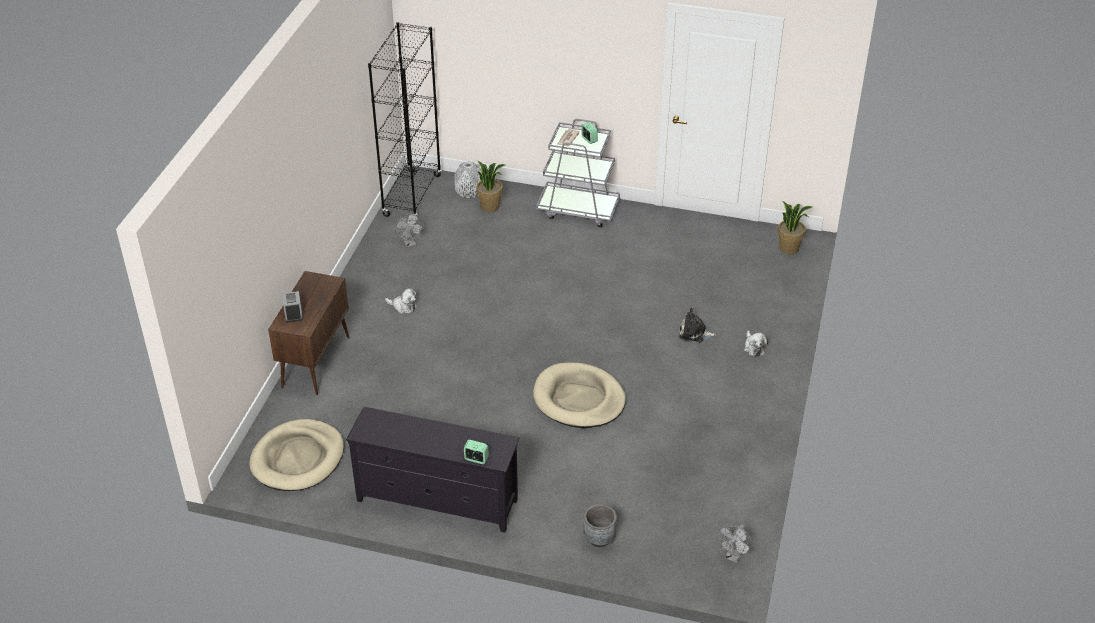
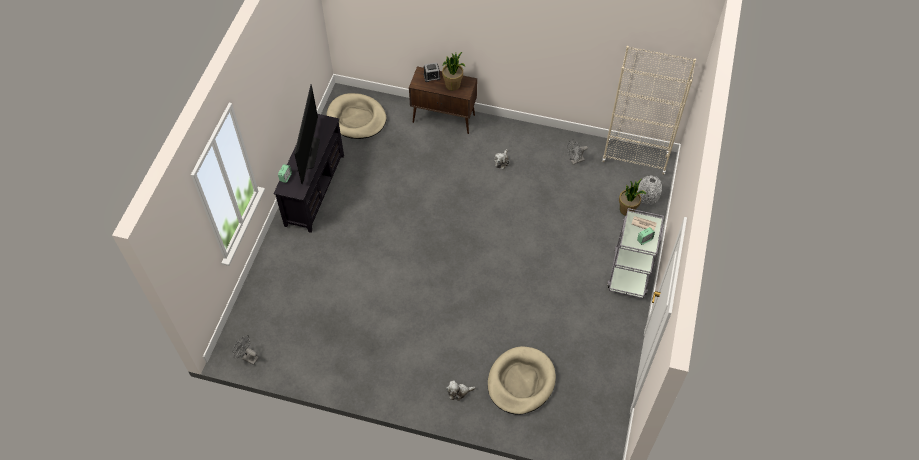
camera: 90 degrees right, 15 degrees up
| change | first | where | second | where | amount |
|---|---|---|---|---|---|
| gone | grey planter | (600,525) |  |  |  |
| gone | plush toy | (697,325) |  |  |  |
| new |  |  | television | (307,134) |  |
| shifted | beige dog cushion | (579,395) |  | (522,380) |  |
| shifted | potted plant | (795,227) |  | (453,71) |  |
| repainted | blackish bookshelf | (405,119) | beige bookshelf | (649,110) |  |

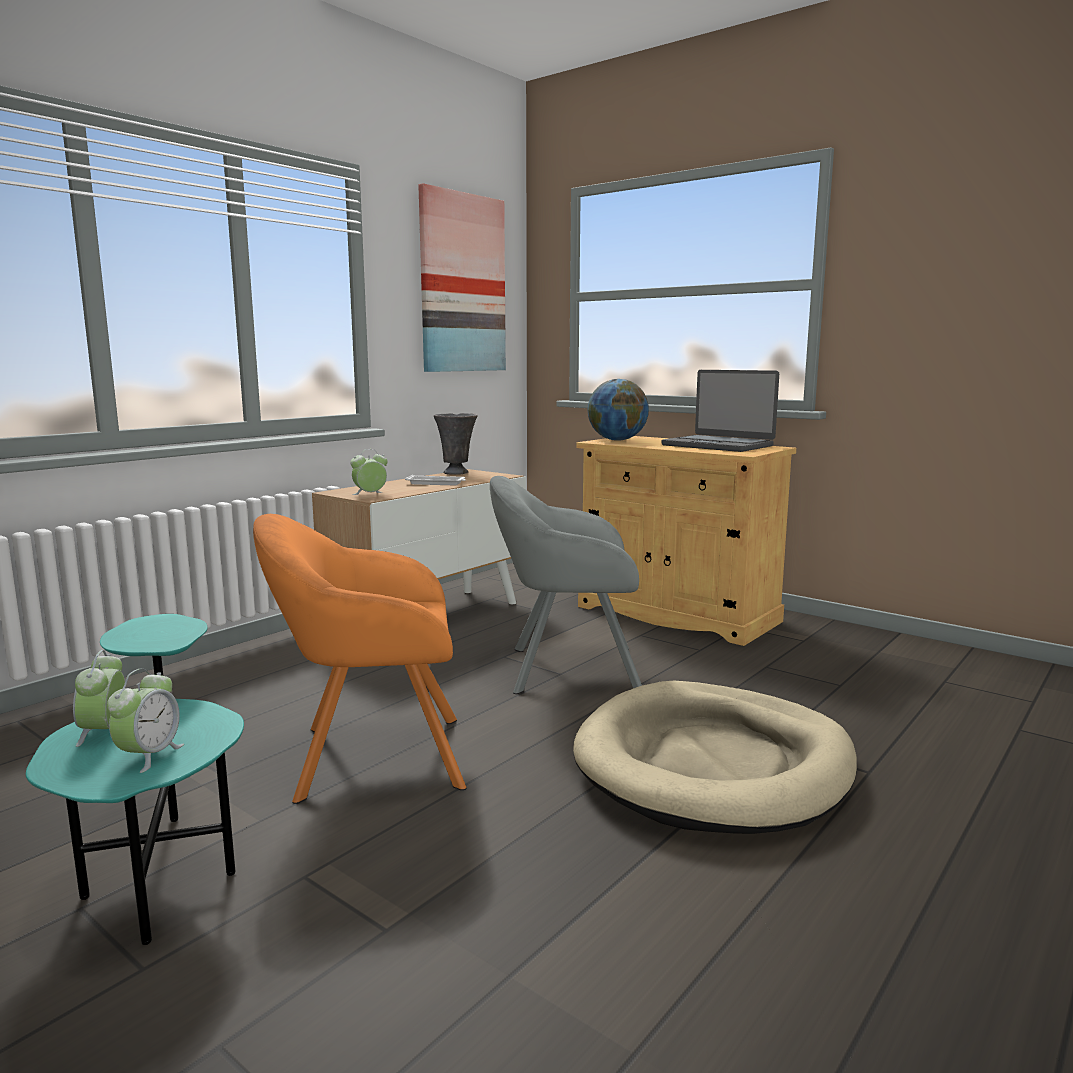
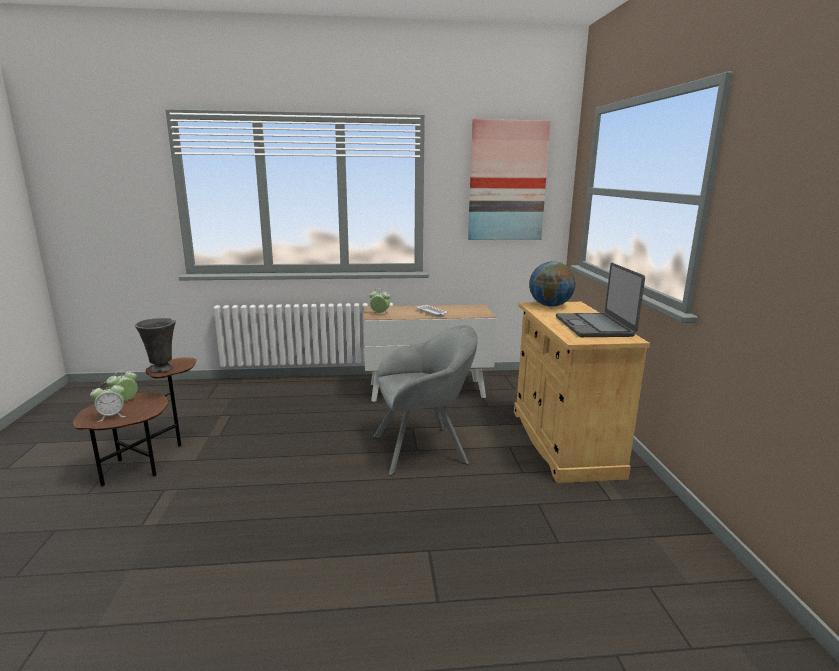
camera: 45 degrees right, 5 degrees up
| change | first | where | second | where | amount |
|---|---|---|---|---|---|
| gone | orangey easy chair | (360,659) |  |  |  |
| gone | beige dog cushion | (715,757) |  |  |  |
| shifted | grey flower vase | (456,444) |  | (155,345) |  |
| repainted | turquoise accent table | (134,779) | brown accent table | (134,421) |  |
| rotated | grey easy chair | (566,585) |  | (425,400) | 120 degrees clockwise |

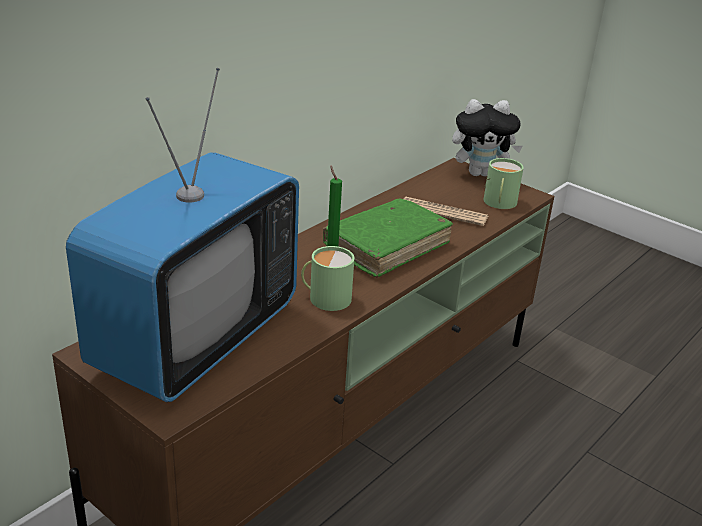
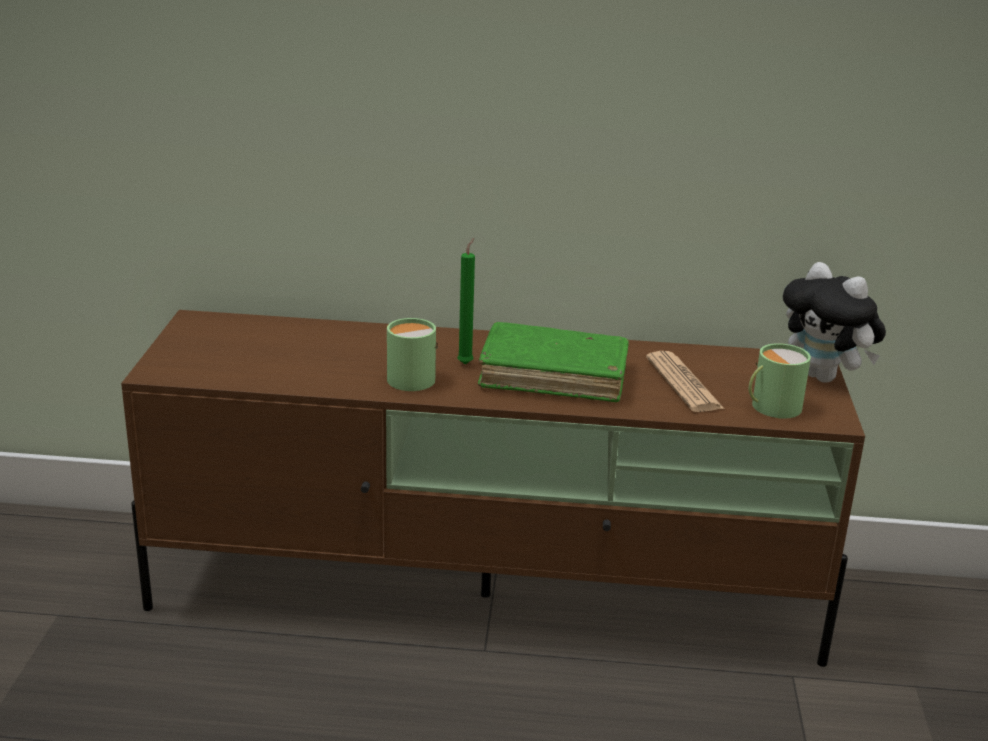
camera: 55 degrees right, 5 degrees down
| change | first | where | second | where | amount |
|---|---|---|---|---|---|
| gone | television | (182,235) |  |  |  |

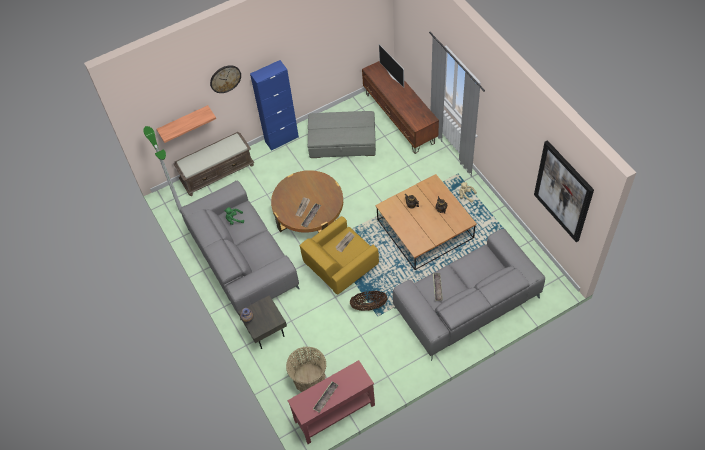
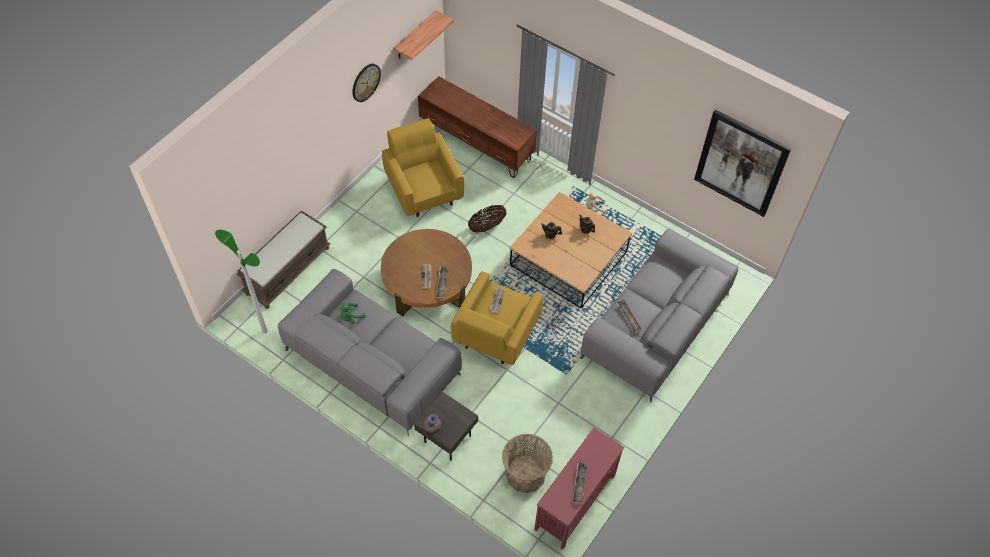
camera: 30 degrees left, 0 degrees up
| change | first | where | second | where | amount |
|---|---|---|---|---|---|
| gone | blue cabinet | (274,105) |  |  |  |
| gone | television | (391,66) |  |  |  |
| shifted | shelf | (186,124) |  | (423,35) |  |
| shifted | clock on the wall | (225,79) |  | (366,83) |  |
| shifted | basket | (368,301) |  | (487,218) |  |
| swapped | grey pouffe | (341,134) | yellow-coloured easy chair | (423,167) |  |

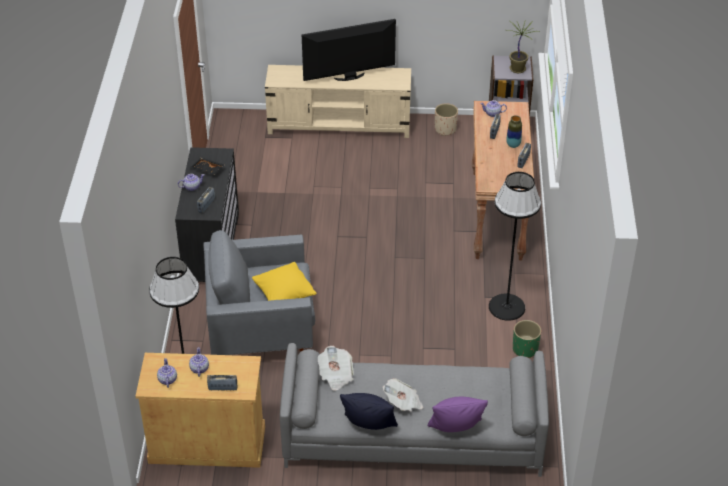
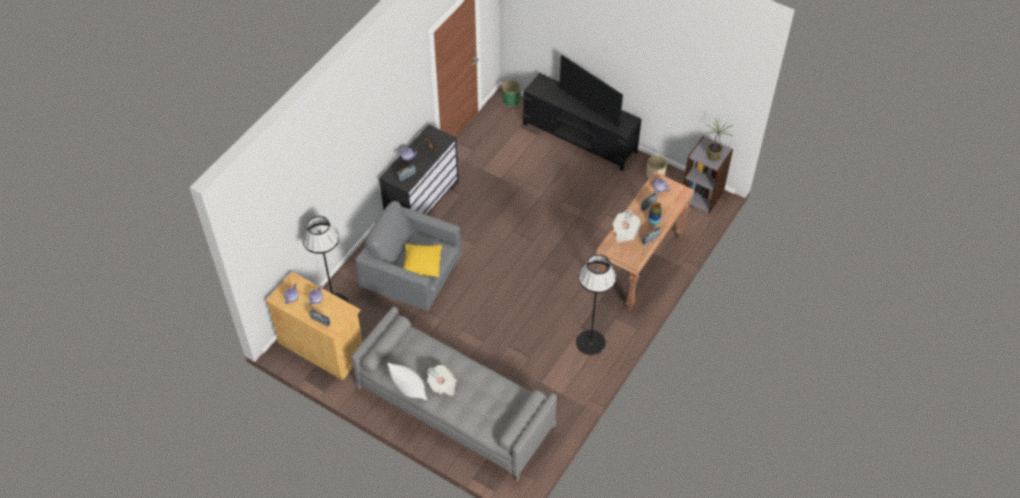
camera: 30 degrees right, 10 degrees up
| change | first | where | second | where | amount |
|---|---|---|---|---|---|
| gone | purple cushion | (458,414) |  |  |  |
| shifted | daily paper | (336,368) |  | (626,226) |  |
| shifted | green-coloured planter | (527,339) |  | (511,94) |  |
| repainted | beige tv stand | (338,101) | blackish tv stand | (582,122) |  |
| repainted | blackish cushion | (369,411) | white-coloured cushion | (407,381) |  |
| rotated | television | (349,50) |  | (591,91) | 150 degrees counterclockwise |

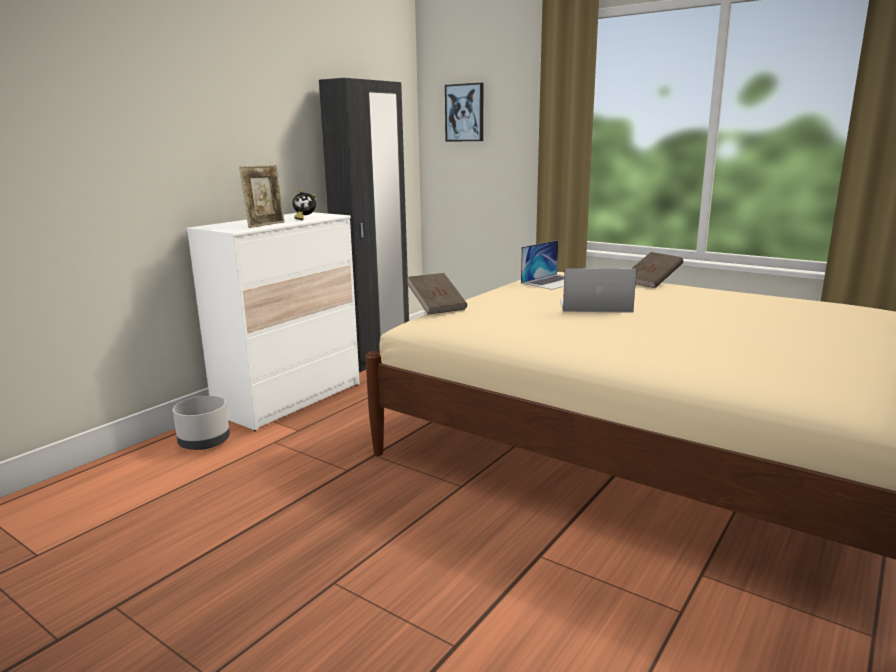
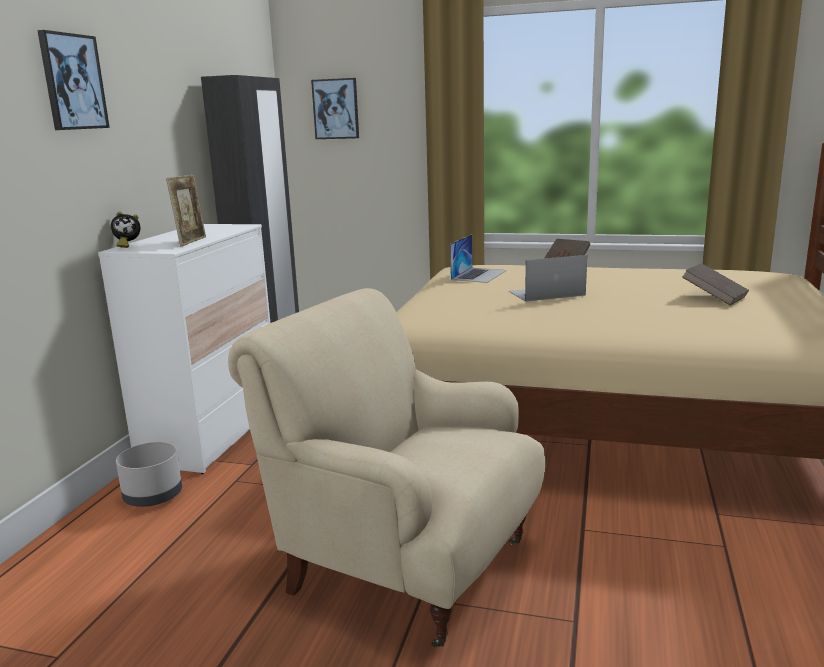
camera: 20 degrees left, 0 degrees up
| change | first | where | second | where | amount |
|---|---|---|---|---|---|
| new |  |  | picture | (73,80) |  |
| new |  |  | beige easy chair | (386,468) |  |
| shifted | alarm clock | (304,205) |  | (126,230) |  |
| shifted | brown volume | (437,294) |  | (715,284) |  |

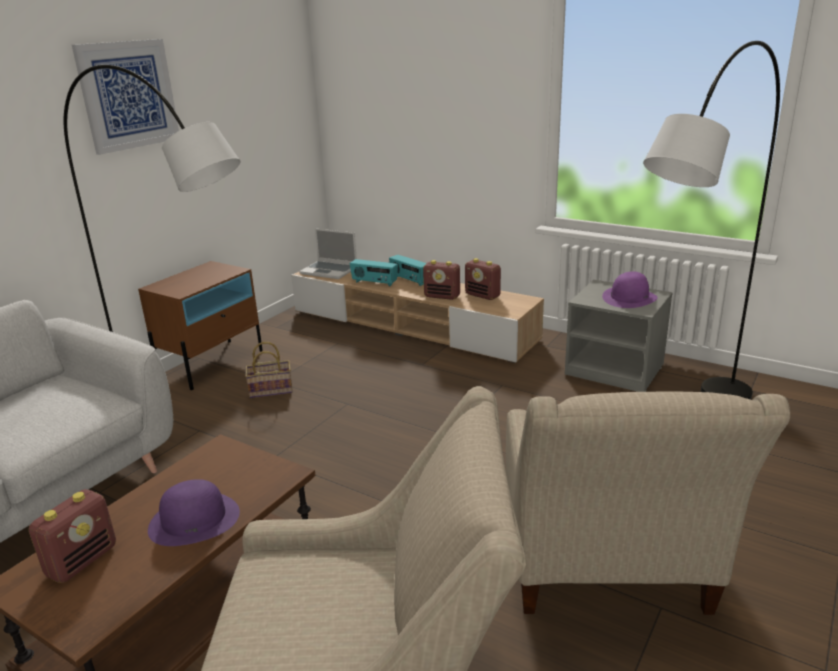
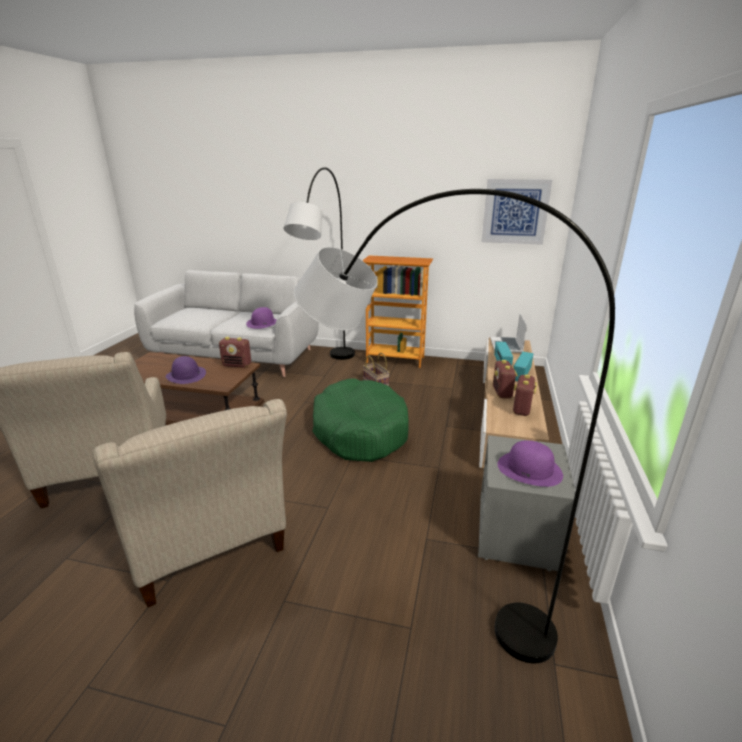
camera: 70 degrees right, 0 degrees up
| change | first | where | second | where | amount |
|---|---|---|---|---|---|
| new |  |  | purple clothing hat | (261,318) |  |
| new |  |  | green-coloured dog cushion | (360,420) |  |
| shifted | radio set | (72,536) |  | (235,352) |  |
| shifted | picture | (125,97) |  | (517,212) |  |
| swapped | brown bedside table | (200,325) | bookshelf | (397,311) |  |
| rotated | beige easy chair | (648,503) |  | (190,503) | 105 degrees counterclockwise |

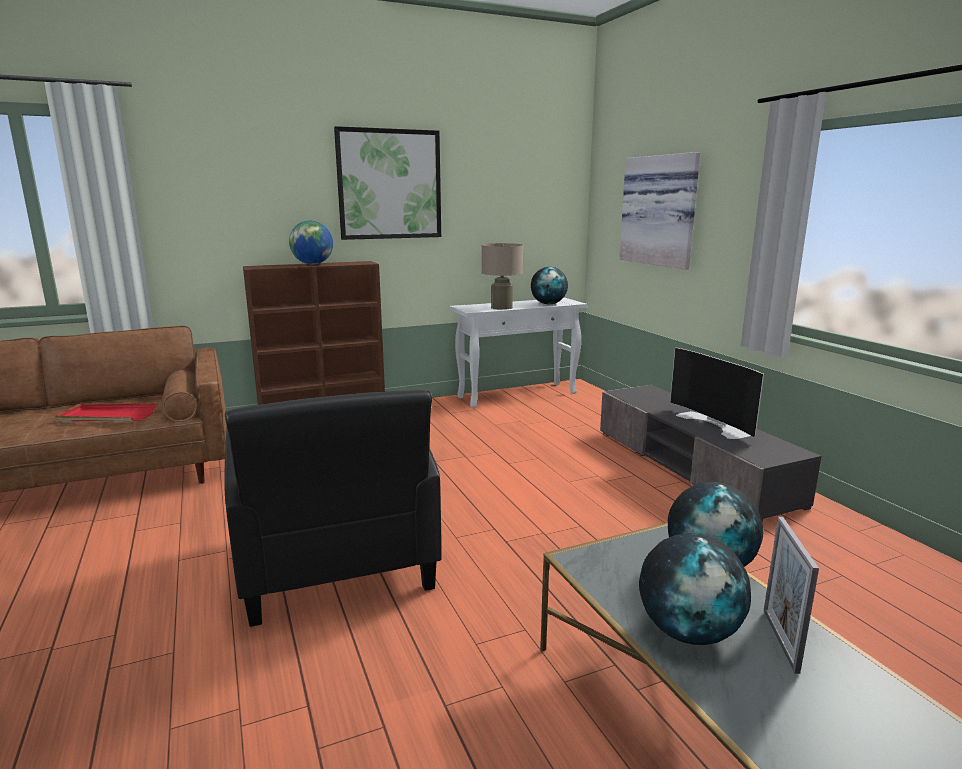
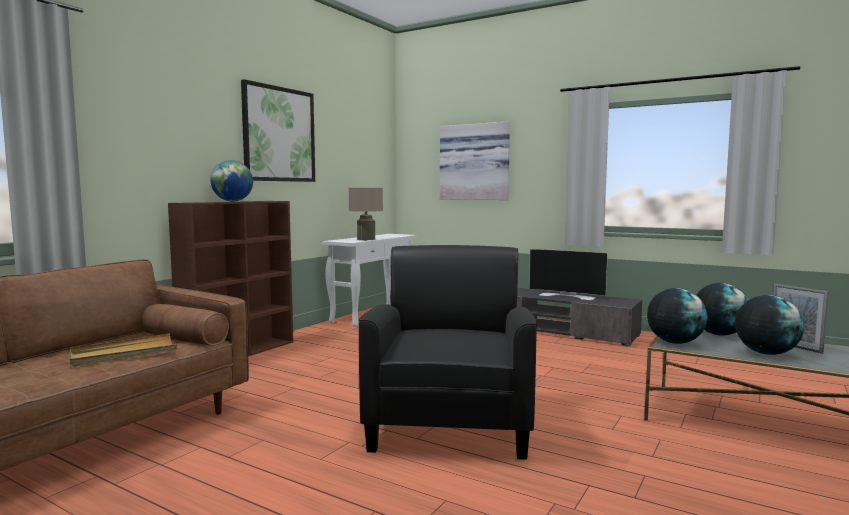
camera: 35 degrees left, 10 degrees down
| change | first | where | second | where | amount |
|---|---|---|---|---|---|
| shifted | desk globe | (549,285) |  | (677,316) |  |
| repainted | reddish tray | (106,413) | beige tray | (123,350) |  |
| rotated | blackish easy chair | (333,508) |  | (447,352) | 120 degrees counterclockwise |

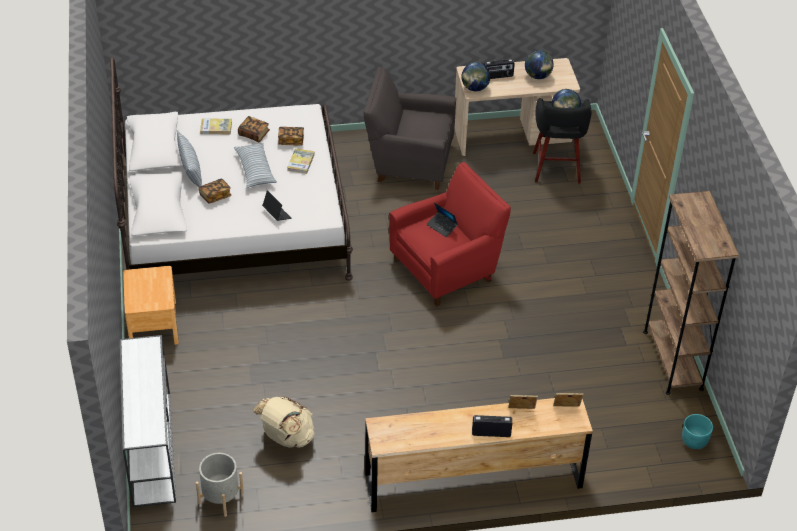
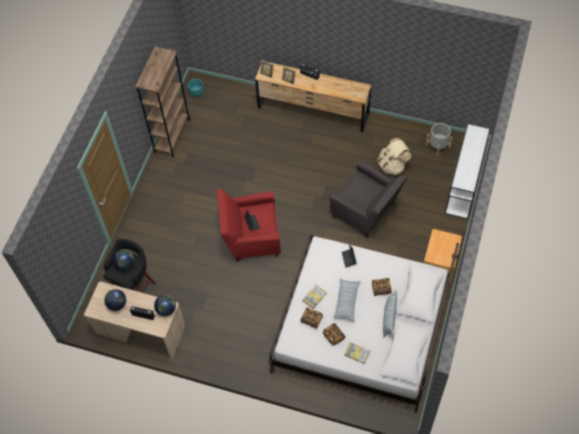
camera: 150 degrees left, 15 degrees up
| change | first | where | second | where | amount |
|---|---|---|---|---|---|
| shifted | grey easy chair | (409,128) |  | (368,199) |  |

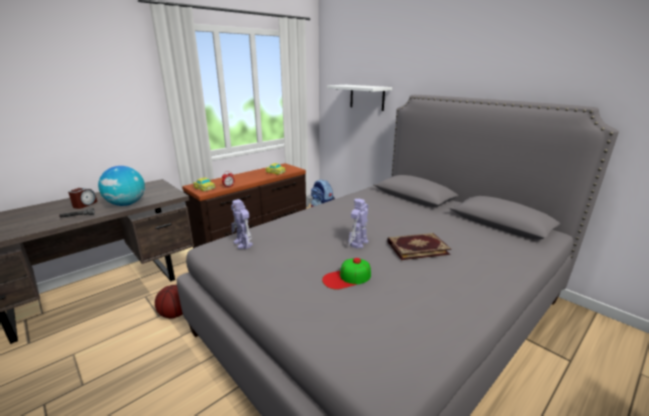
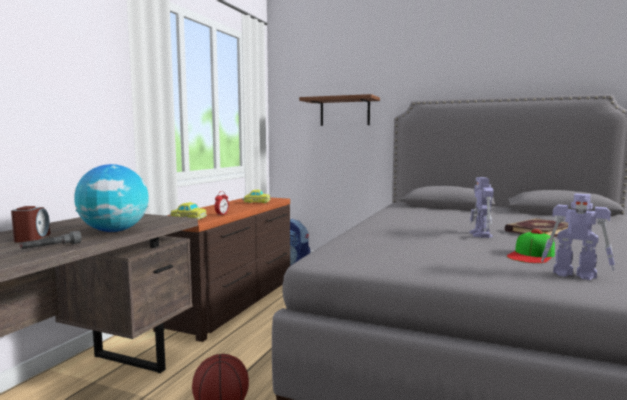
camera: 25 degrees left, 15 degrees down
| change | first | where | second | where | amount |
|---|---|---|---|---|---|
| shifted | robot figure | (242,224) |  | (578,237) |  |
| repainted | white-coloured shelf | (359,98) | brown shelf | (339,110) |  |

